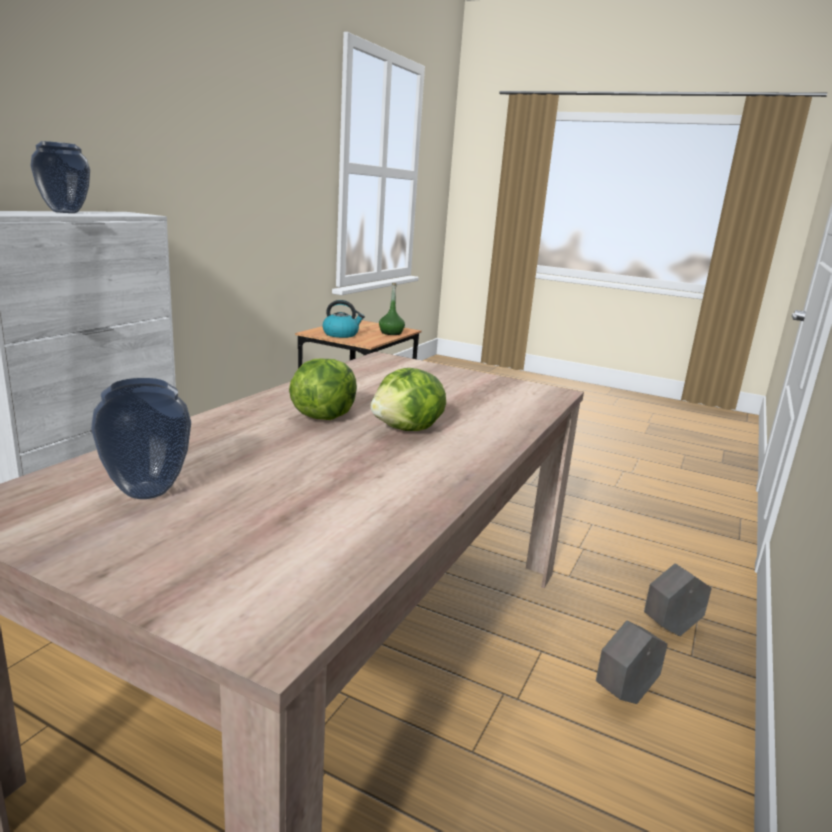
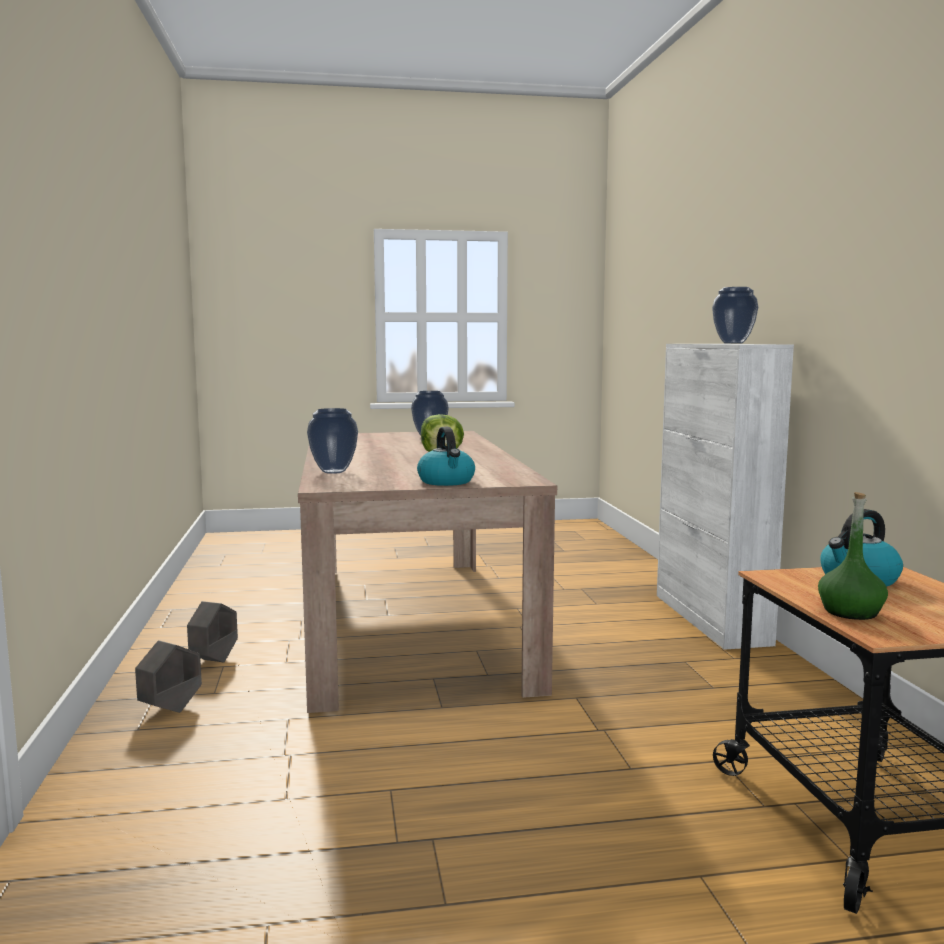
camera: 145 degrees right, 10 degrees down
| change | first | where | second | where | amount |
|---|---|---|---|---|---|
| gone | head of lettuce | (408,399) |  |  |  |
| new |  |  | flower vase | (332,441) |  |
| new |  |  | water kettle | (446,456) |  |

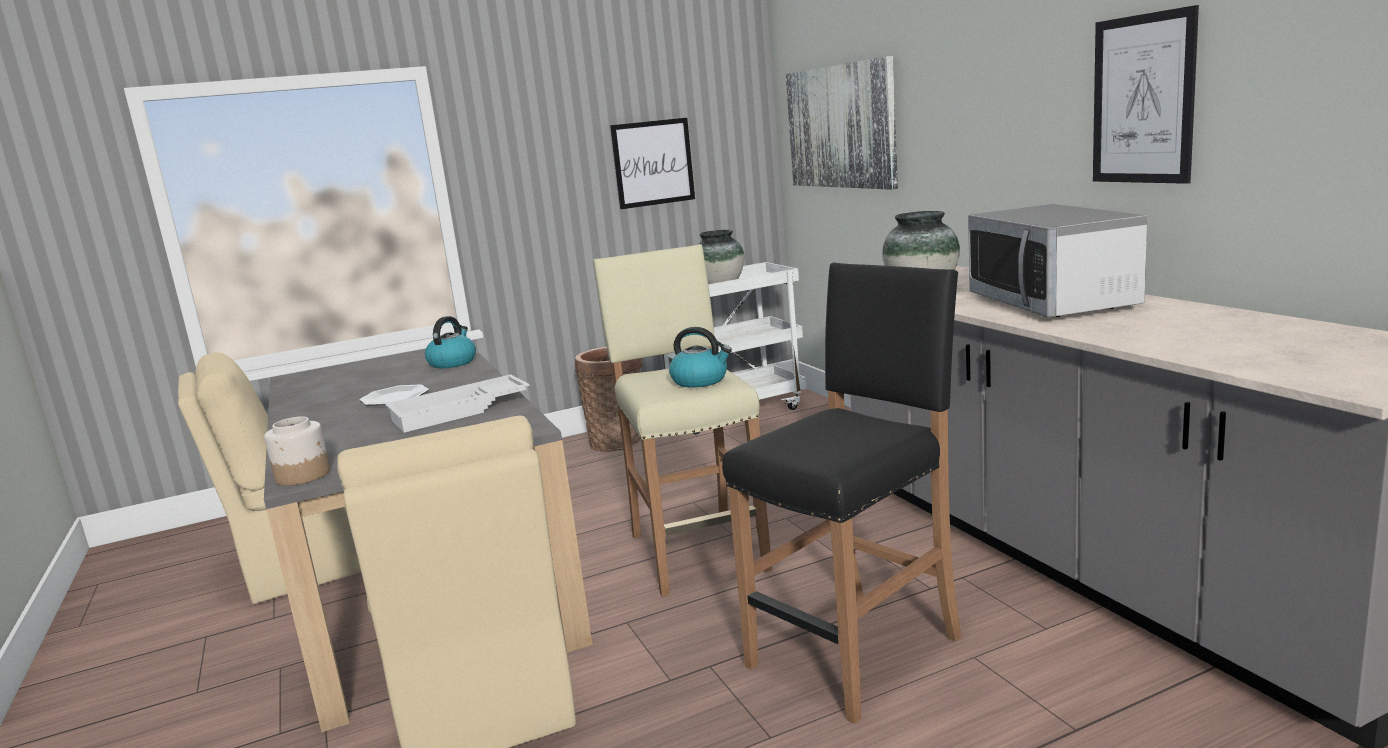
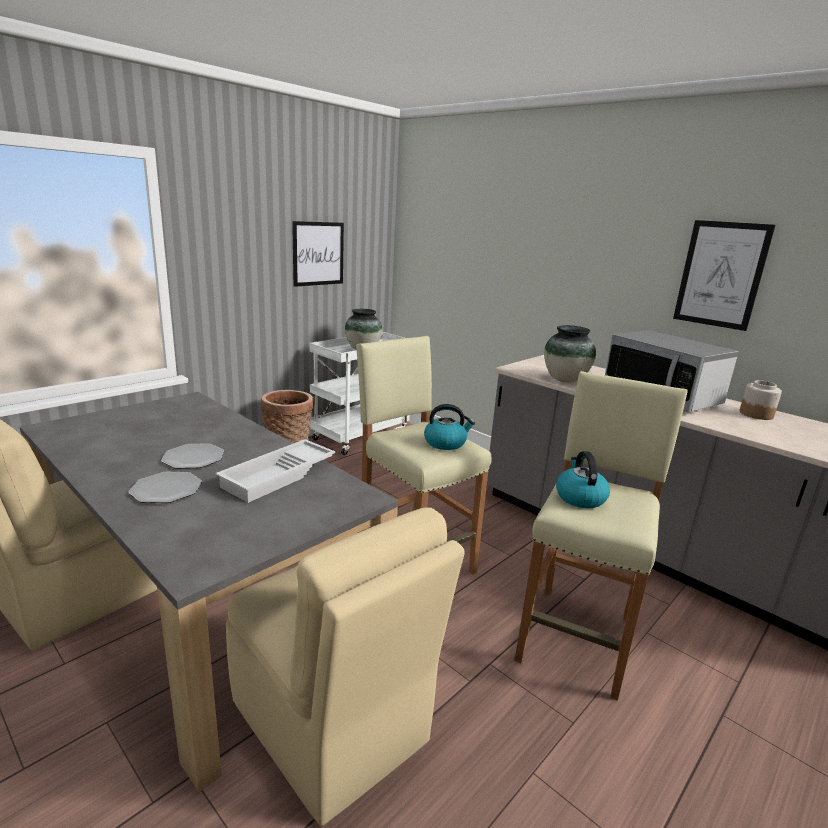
camera: 25 degrees left, 5 degrees up
| change | first | where | second | where | amount |
|---|---|---|---|---|---|
| gone | picture | (842,123) |  |  |  |
| new |  |  | dinner plate | (165,487) |  |
| shifted | jar | (297,451) |  | (761,400) |  |
| shifted | water kettle | (450,342) |  | (583,479) |  |
| repainted | blackish sitting stool | (842,493) | beige sitting stool | (601,536) |  |

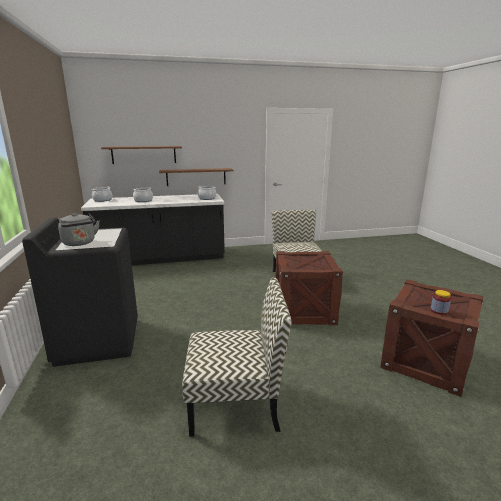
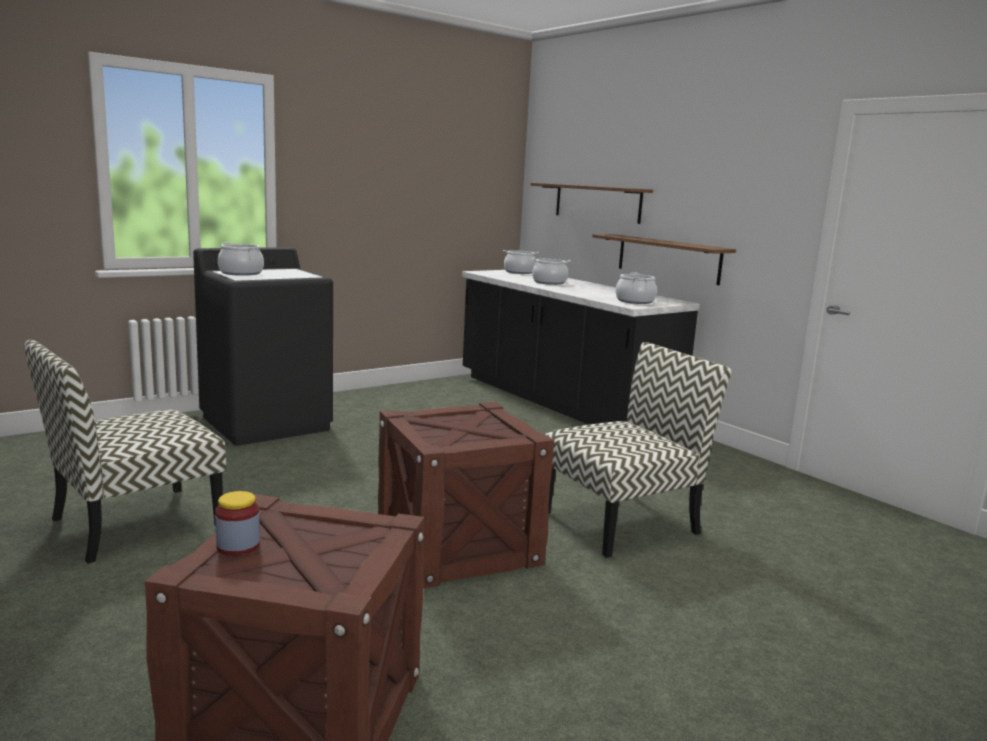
camera: 65 degrees right, 5 degrees down
| change | first | where | second | where | amount |
|---|---|---|---|---|---|
| swapped | grey water kettle | (79,229) | cooking pot | (241,259) |  |
| rotated | chair | (237,357) |  | (125,452) | 75 degrees clockwise |

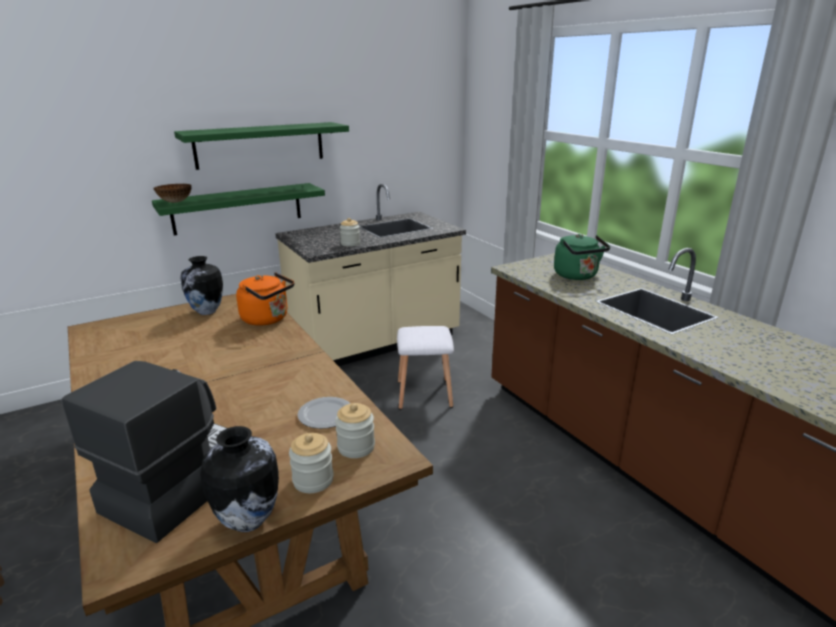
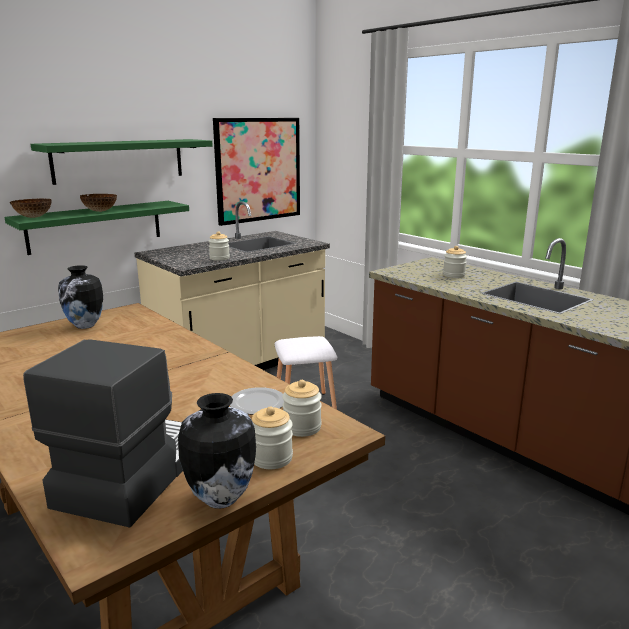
camera: 10 degrees left, 5 degrees down
| change | first | where | second | where | amount |
|---|---|---|---|---|---|
| gone | orangey water kettle | (265,299) |  |  |  |
| new |  |  | deep dish | (98,203) |  |
| new |  |  | picture | (256,172) |  |
| swapped | green-coloured water kettle | (582,257) | jar | (455,262) |  |

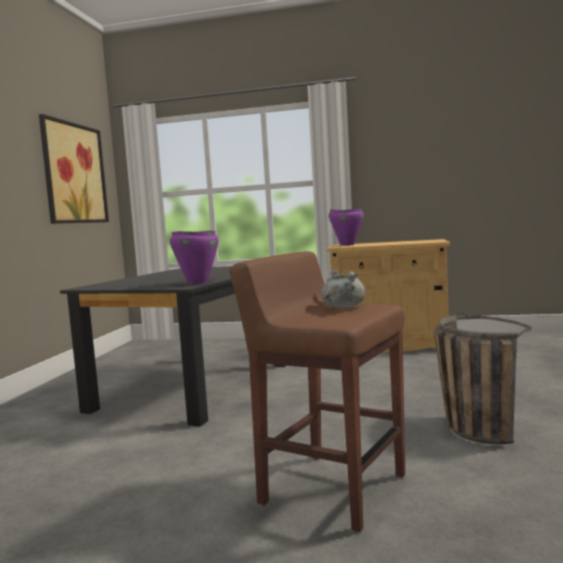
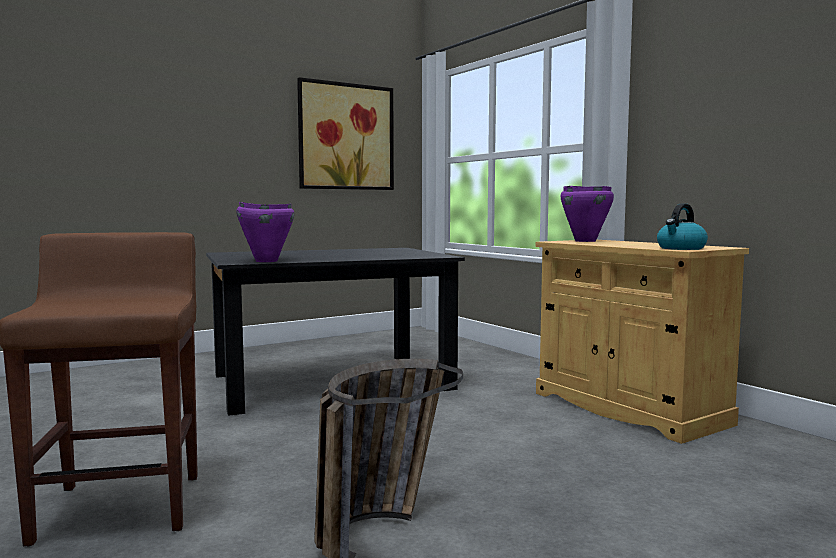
camera: 45 degrees right, 0 degrees up
| change | first | where | second | where | amount |
|---|---|---|---|---|---|
| gone | grey cooking pot | (343,288) |  |  |  |
| new |  |  | water kettle | (682,226) |  |

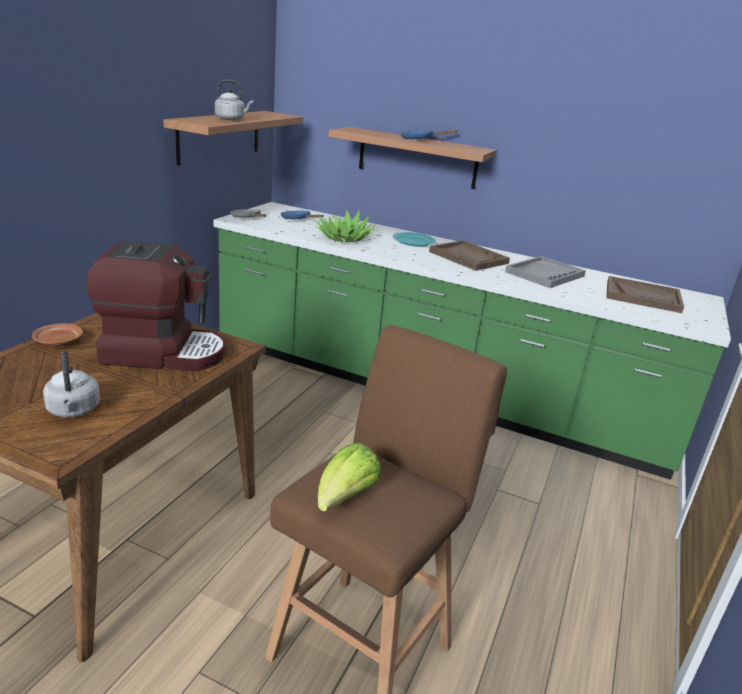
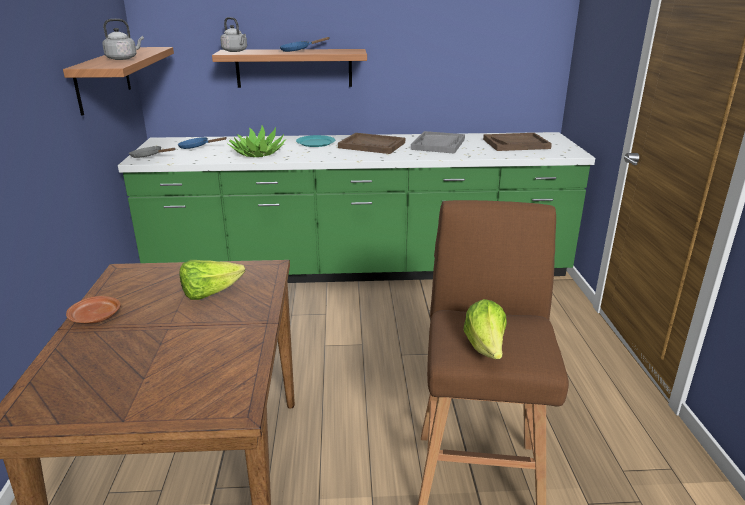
camera: 25 degrees left, 0 degrees up
| change | first | where | second | where | amount |
|---|---|---|---|---|---|
| shifted | grey water kettle | (71,384) |  | (233,34) |  |
| swapped | coffee maker | (155,306) | head of lettuce | (212,280) |  |

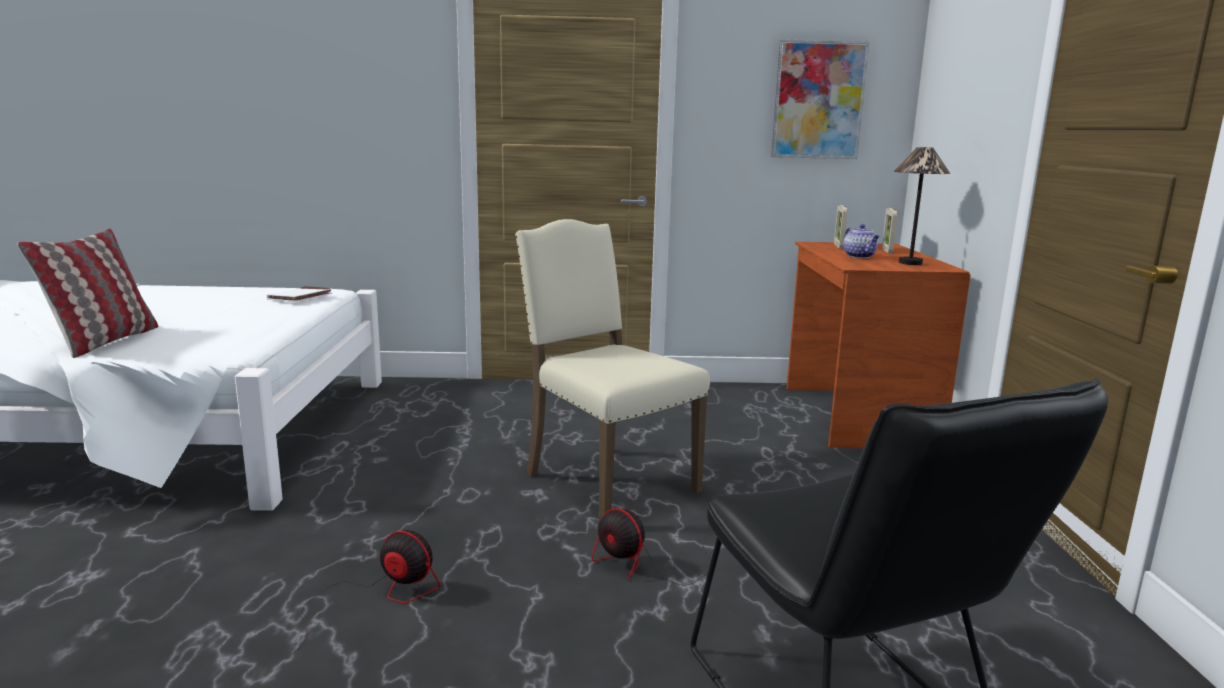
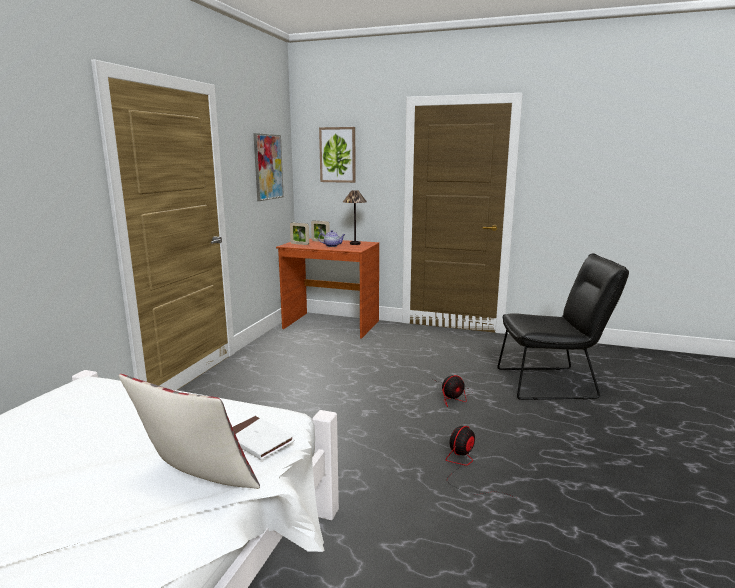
camera: 70 degrees left, 0 degrees up
| change | first | where | second | where | amount |
|---|---|---|---|---|---|
| gone | beige chair | (612,370) |  |  |  |
| new |  |  | picture | (337,155) |  |
| shifted | white-coloured volume | (300,294) |  | (263,437) |  |

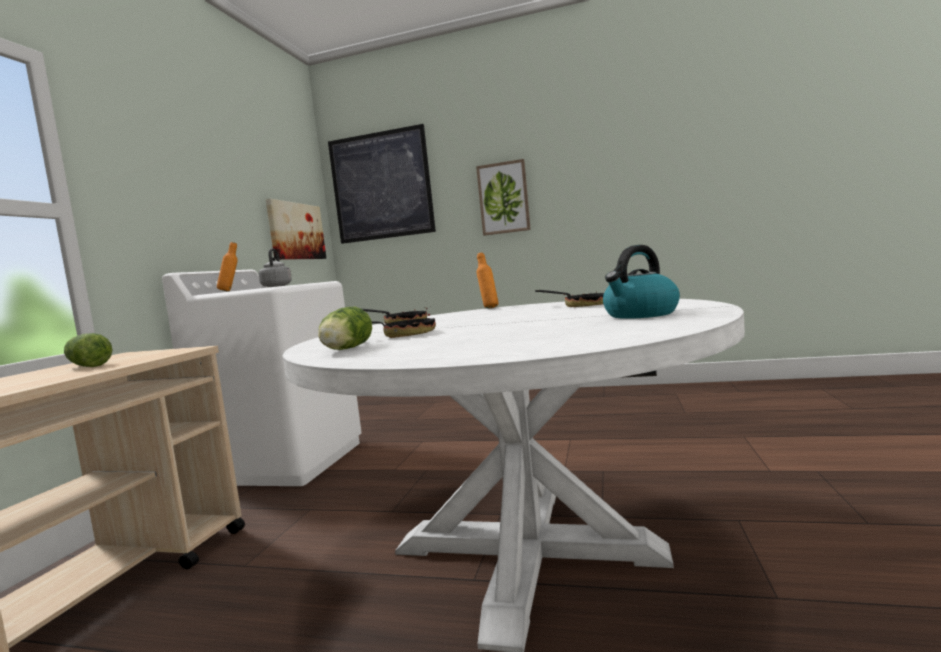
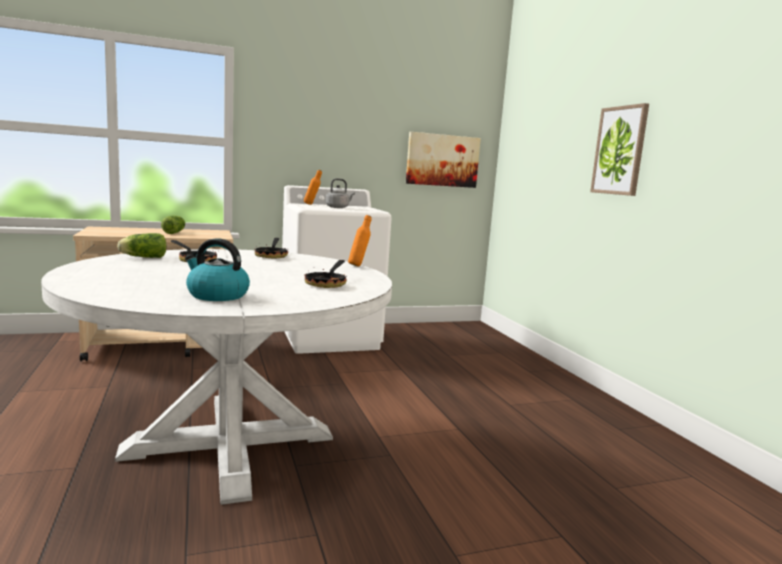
camera: 55 degrees right, 5 degrees up
| change | first | where | second | where | amount |
|---|---|---|---|---|---|
| gone | picture | (382,184) |  |  |  |

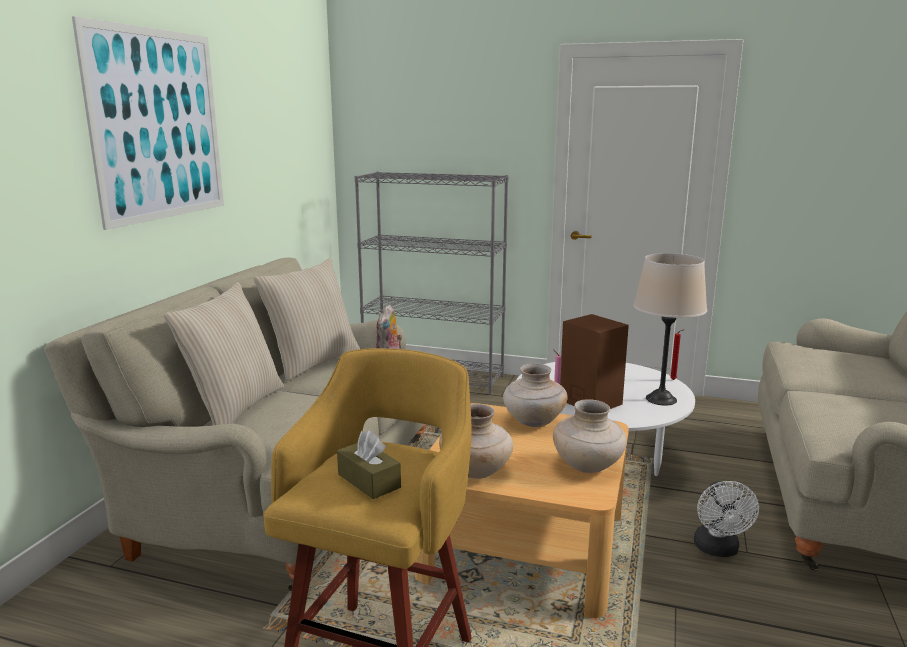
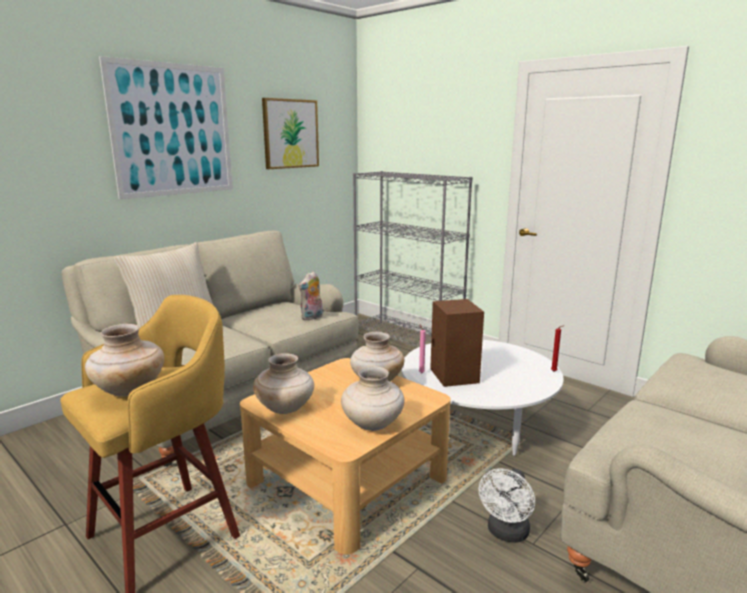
camera: 25 degrees right, 0 degrees up
| change | first | where | second | where | amount |
|---|---|---|---|---|---|
| gone | beige cushion | (306,319) |  |  |  |
| gone | beige table lamp | (670,329) |  |  |  |
| new |  |  | picture | (290,133) |  |
| swapped | brown tissue holder | (369,464) | beige flower vase | (124,360) |  |

